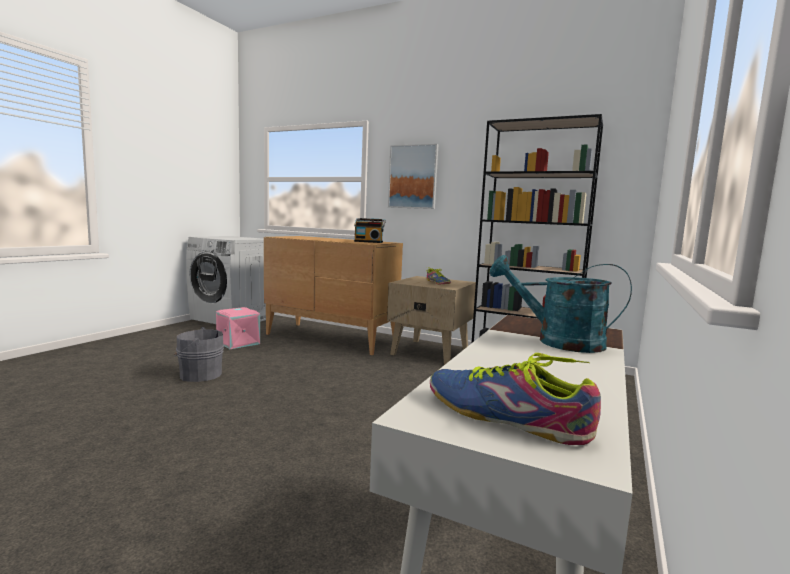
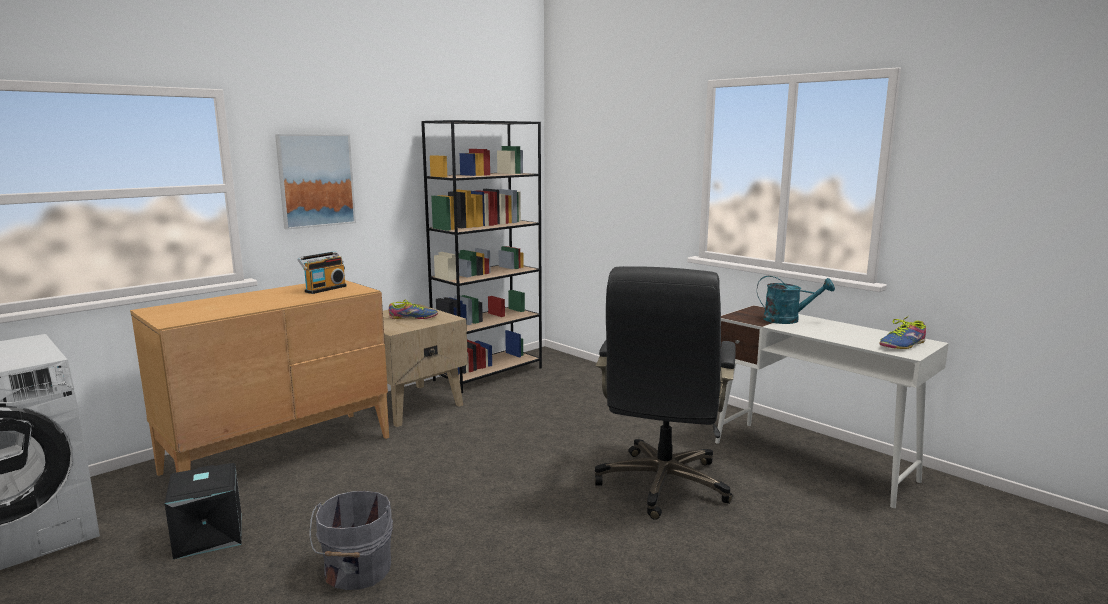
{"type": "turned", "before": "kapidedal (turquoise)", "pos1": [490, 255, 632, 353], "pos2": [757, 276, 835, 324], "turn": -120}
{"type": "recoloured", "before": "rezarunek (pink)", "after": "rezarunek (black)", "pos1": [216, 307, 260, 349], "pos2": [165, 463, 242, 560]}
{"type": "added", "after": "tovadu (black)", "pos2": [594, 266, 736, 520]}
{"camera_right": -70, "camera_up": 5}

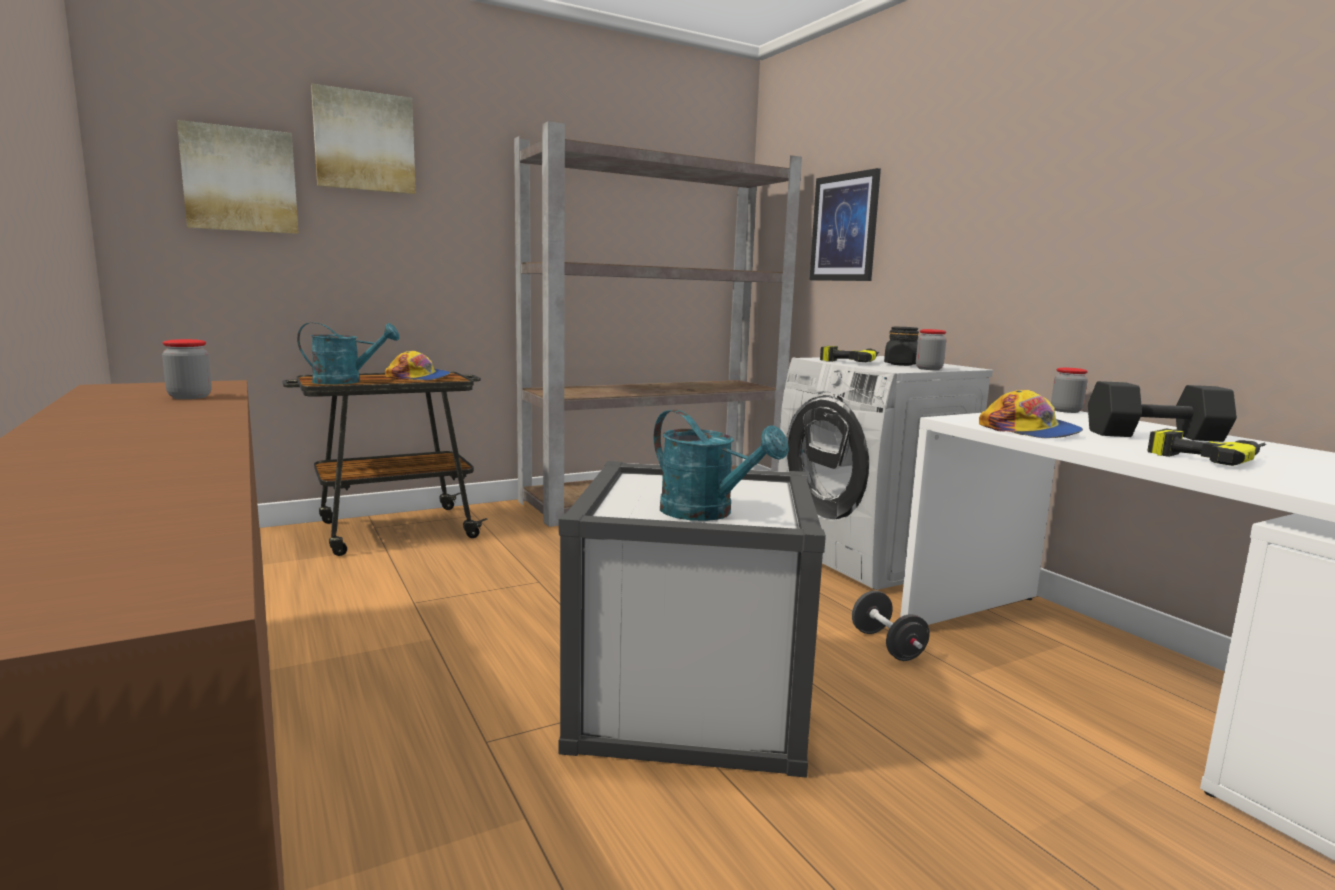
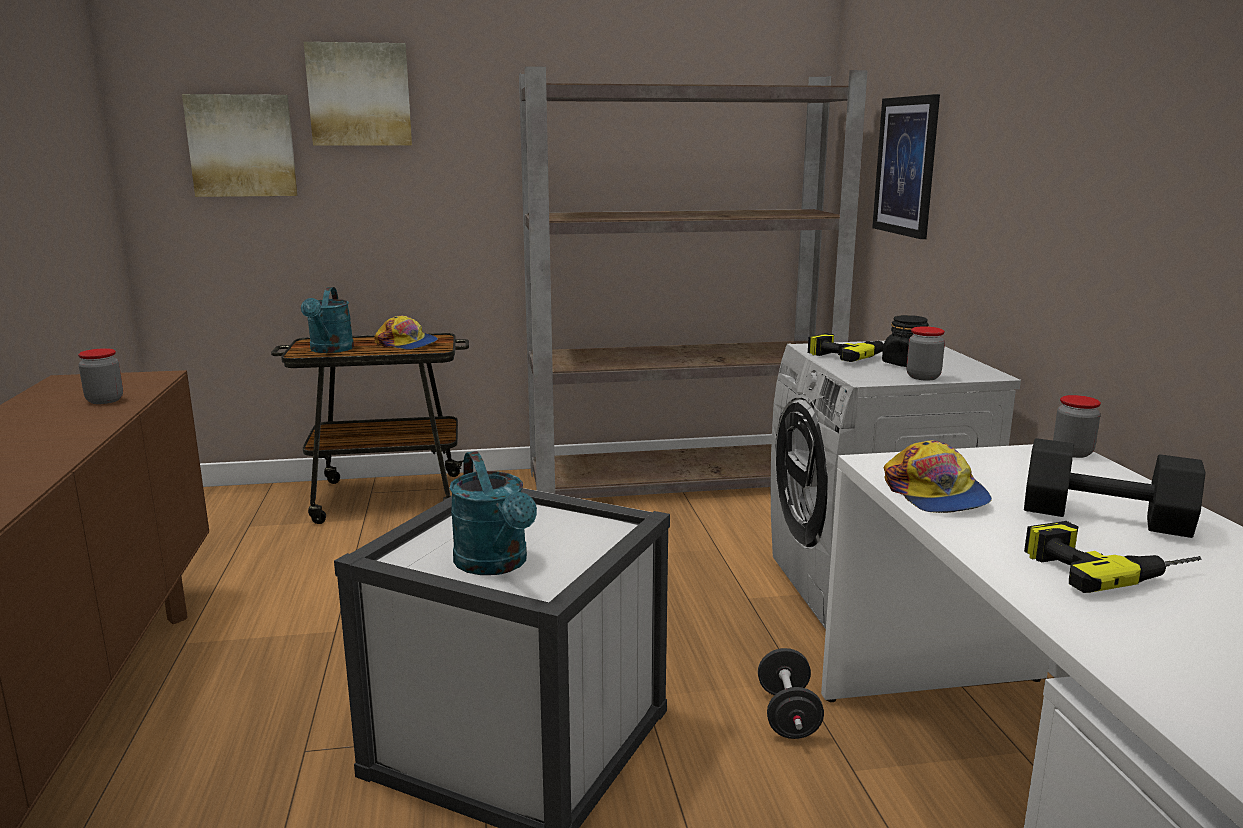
{"type": "turned", "before": "kapidedal (turquoise)", "pos1": [297, 322, 399, 385], "pos2": [301, 287, 354, 353], "turn": 75}
{"camera_right": 20, "camera_up": 5}

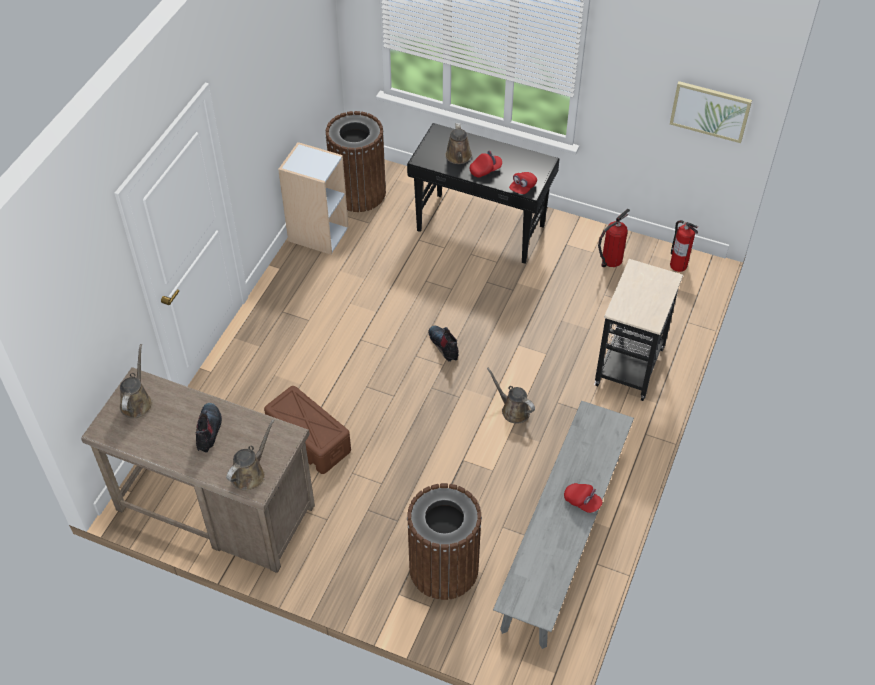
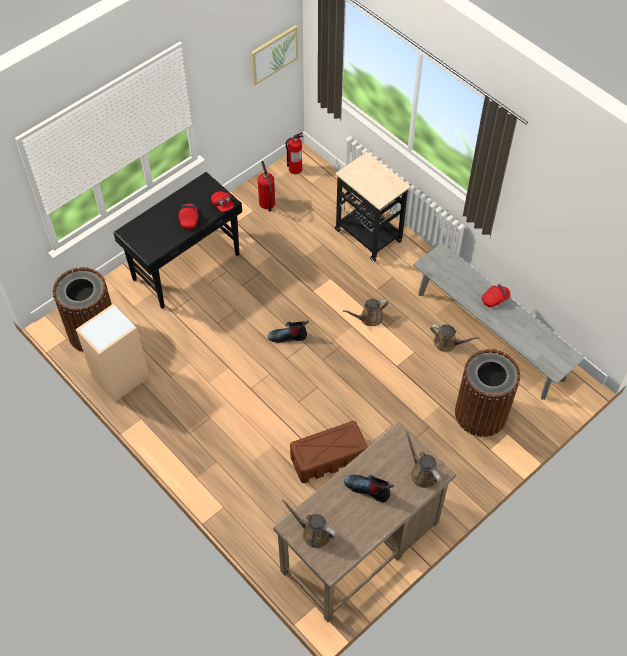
{"type": "moved", "before": "kapidedal (brown)", "pos1": [445, 123, 472, 164], "pos2": [430, 324, 479, 352]}
{"camera_right": -65, "camera_up": 5}

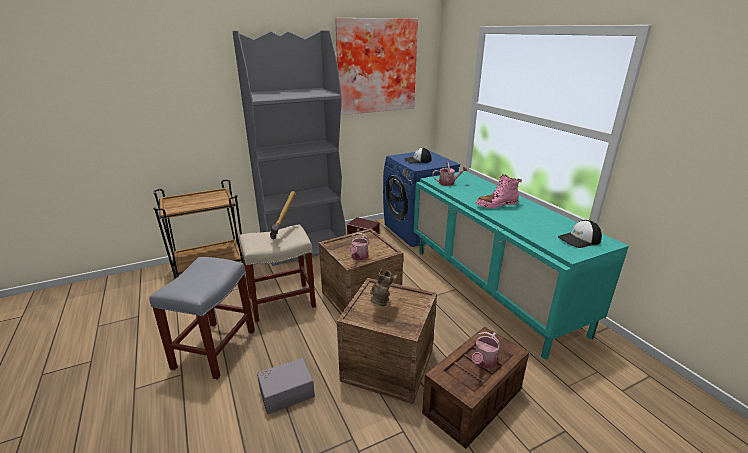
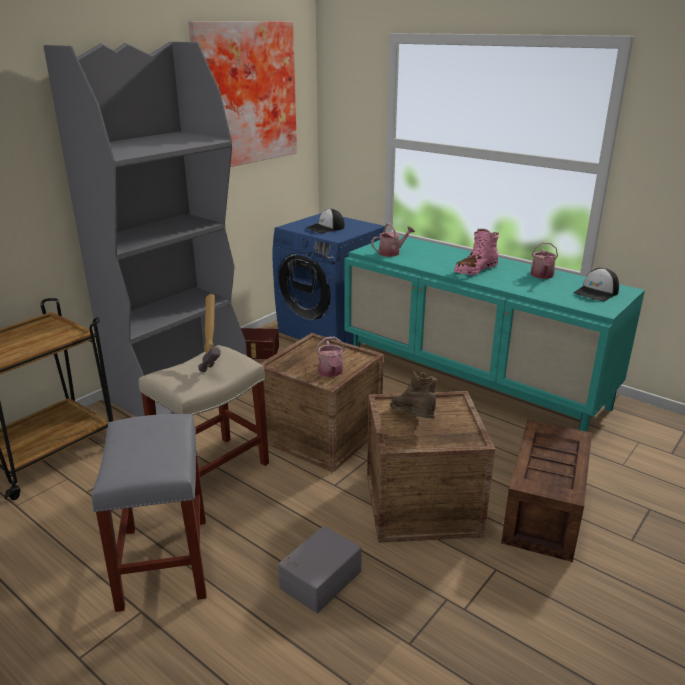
{"type": "moved", "before": "kapidedal", "pos1": [472, 332, 501, 368], "pos2": [530, 242, 558, 279]}
{"camera_right": -25, "camera_up": 0}

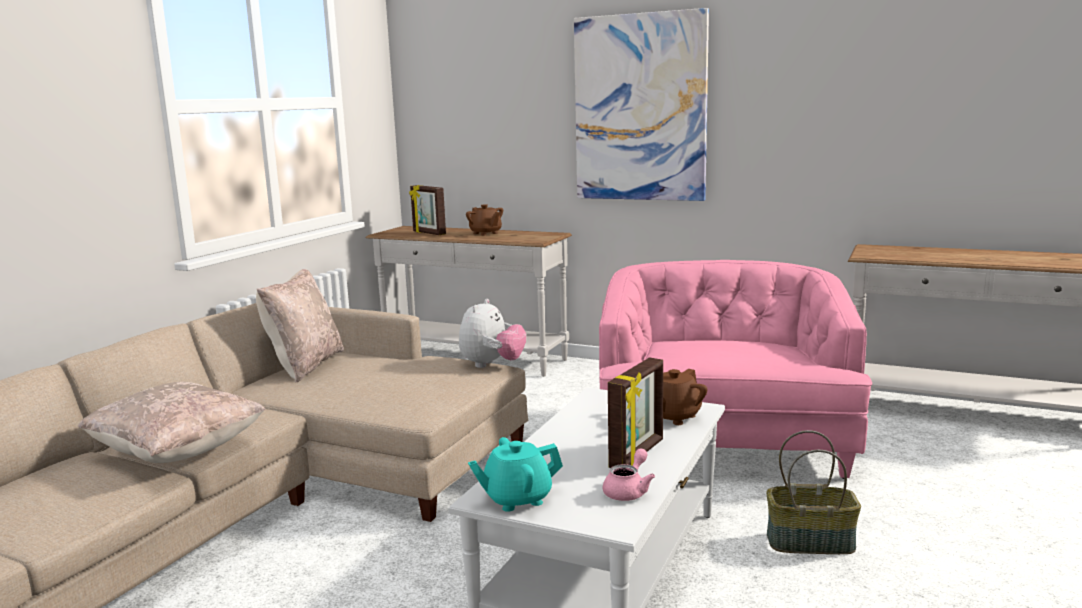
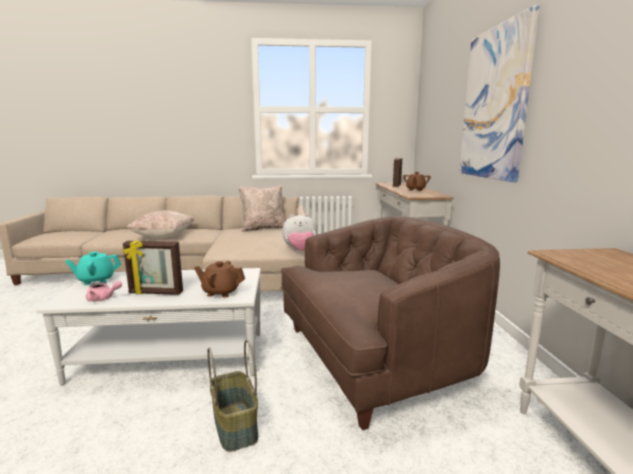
{"type": "recoloured", "before": "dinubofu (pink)", "after": "dinubofu (brown)", "pos1": [599, 260, 872, 479], "pos2": [281, 216, 500, 430]}
{"type": "turned", "before": "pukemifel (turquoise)", "pos1": [468, 437, 563, 512], "pos2": [65, 252, 121, 285], "turn": -60}
{"camera_right": 60, "camera_up": 0}

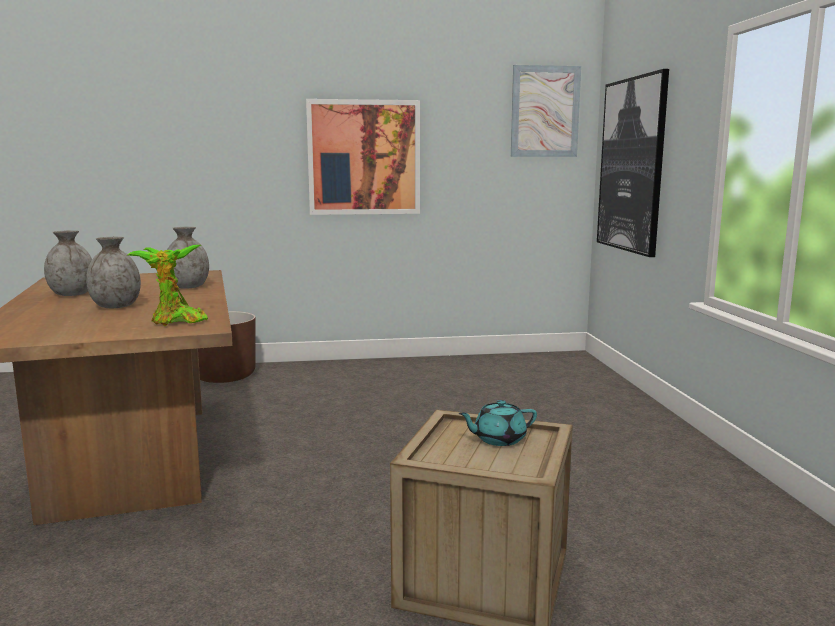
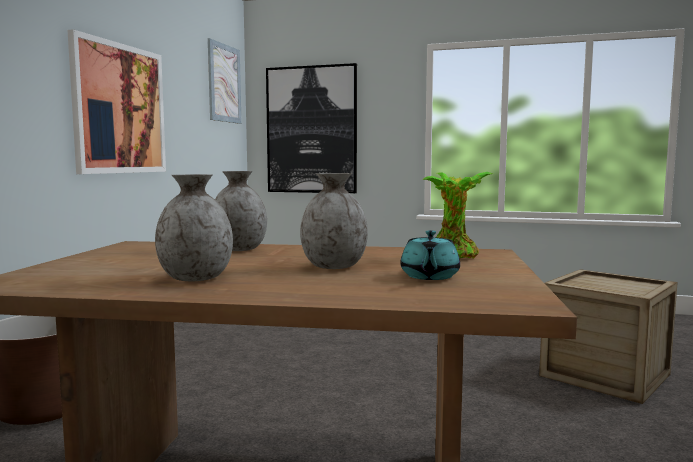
{"type": "moved", "before": "pukemifel (turquoise)", "pos1": [458, 400, 537, 446], "pos2": [400, 230, 460, 280]}
{"camera_right": -65, "camera_up": -5}

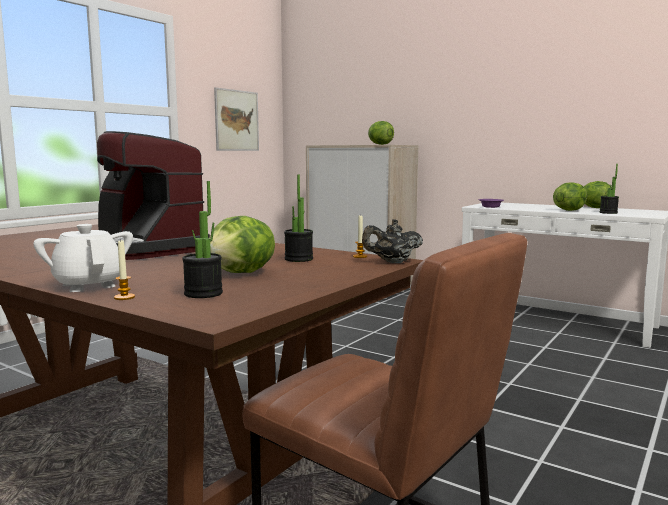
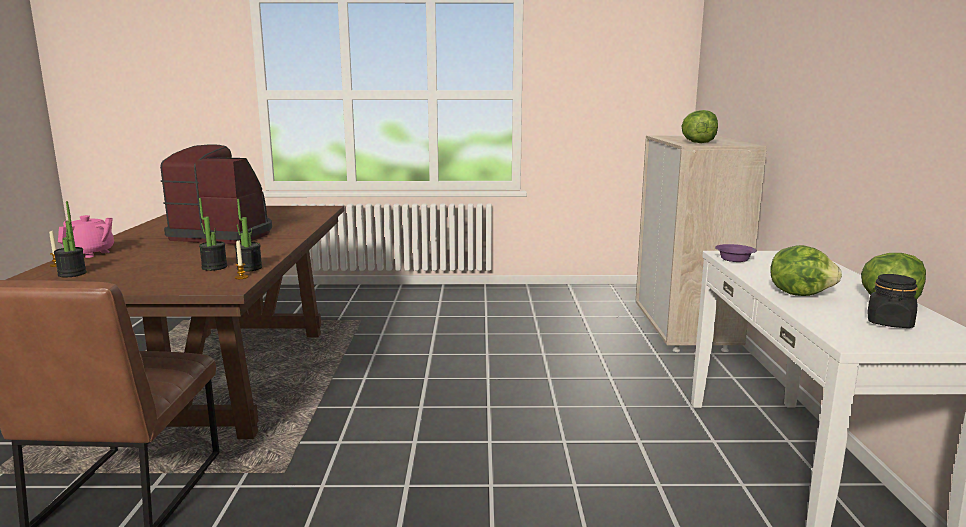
{"type": "removed", "before": "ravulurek", "pos1": [214, 87, 259, 151]}
{"type": "turned", "before": "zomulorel", "pos1": [97, 131, 209, 260], "pos2": [160, 144, 272, 244], "turn": 90}
{"type": "moved", "before": "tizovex", "pos1": [600, 164, 619, 214], "pos2": [235, 199, 262, 272]}
{"type": "removed", "before": "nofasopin", "pos1": [209, 216, 275, 273]}
{"type": "removed", "before": "pukemifel (black)", "pos1": [362, 219, 423, 263]}
{"type": "recoloured", "before": "pukemifel (white)", "after": "pukemifel (pink)", "pos1": [33, 224, 133, 292], "pos2": [58, 215, 114, 258]}
{"type": "added", "after": "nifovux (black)", "pos2": [867, 274, 918, 328]}
{"camera_right": 55, "camera_up": 5}

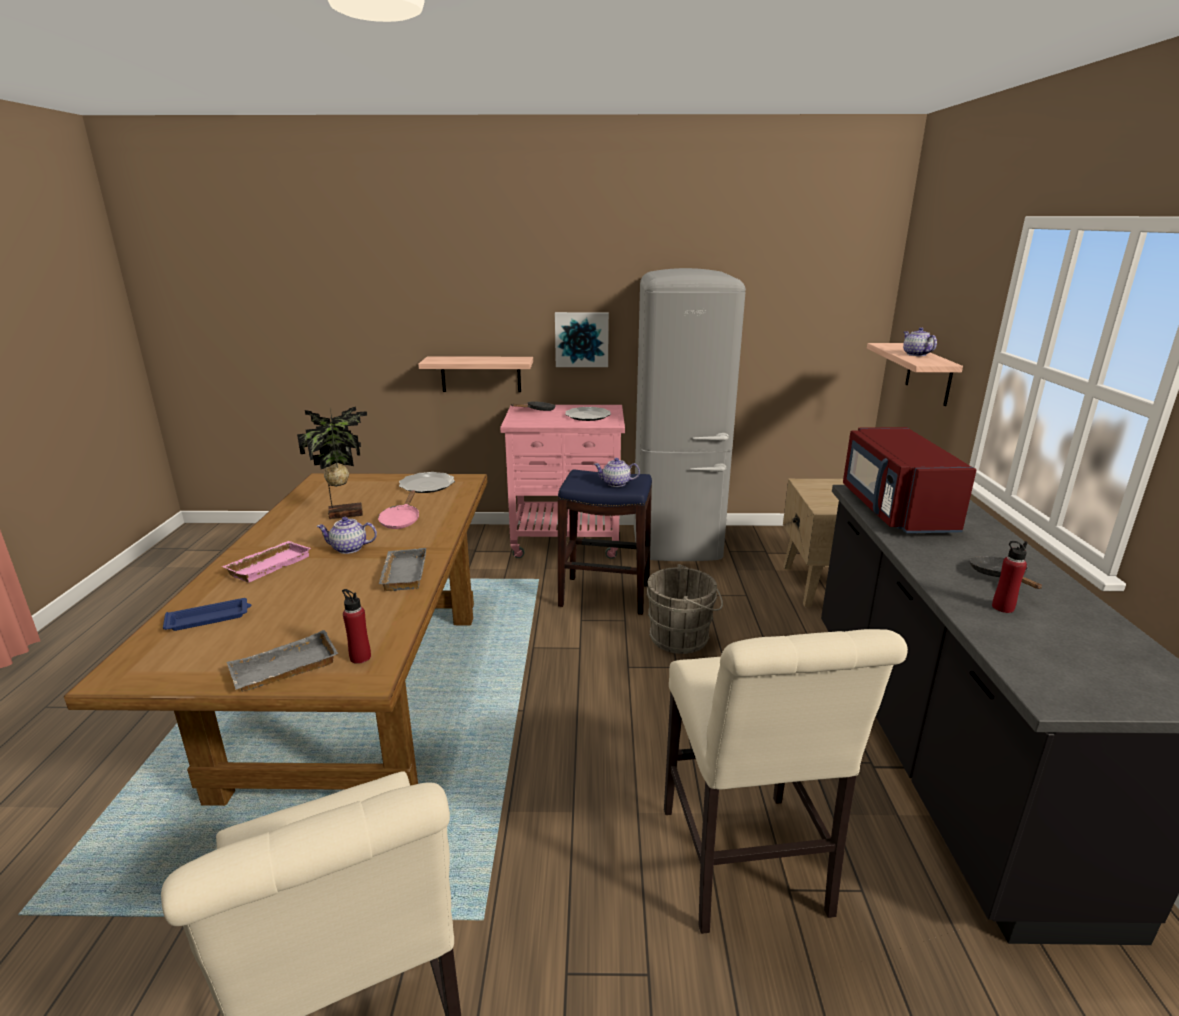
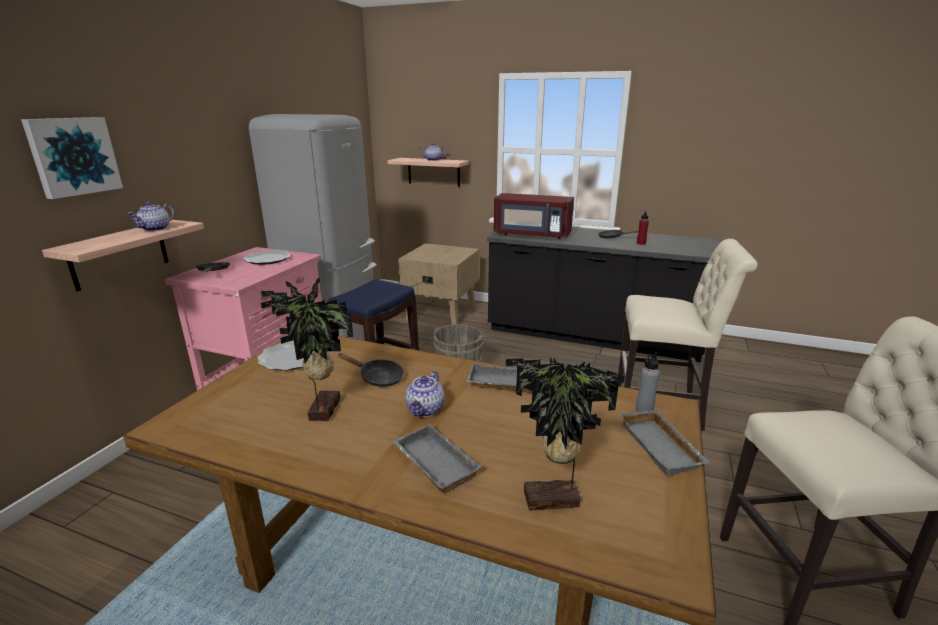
{"type": "moved", "before": "ravulurek", "pos1": [555, 312, 609, 367], "pos2": [21, 117, 123, 199]}
{"type": "moved", "before": "pukemifel", "pos1": [594, 458, 640, 487], "pos2": [127, 202, 175, 231]}
{"type": "recoloured", "before": "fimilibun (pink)", "after": "fimilibun (black)", "pos1": [378, 490, 419, 529], "pos2": [338, 353, 404, 387]}
{"type": "recoloured", "before": "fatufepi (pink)", "after": "fatufepi (grey)", "pos1": [222, 541, 311, 582], "pos2": [392, 424, 482, 493]}
{"type": "recoloured", "before": "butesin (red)", "after": "butesin (grey)", "pos1": [342, 589, 371, 664], "pos2": [636, 352, 660, 412]}
{"type": "replaced", "before": "fatufepi (blue)", "after": "tizovex", "pos1": [163, 598, 251, 631], "pos2": [506, 357, 624, 511]}
{"camera_right": -70, "camera_up": 0}

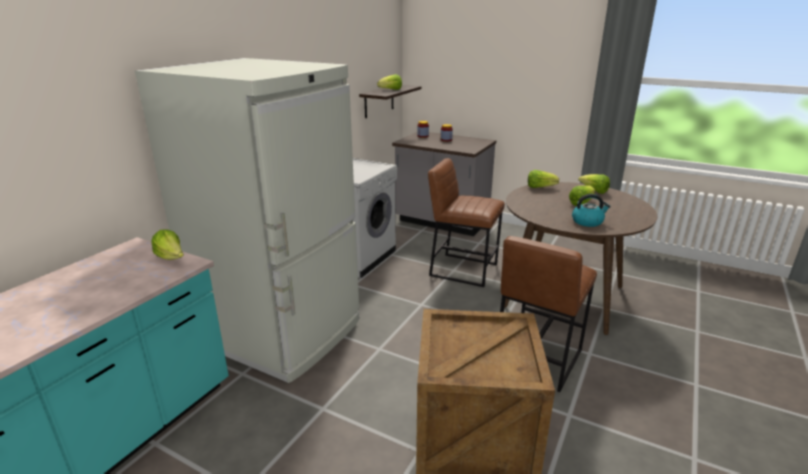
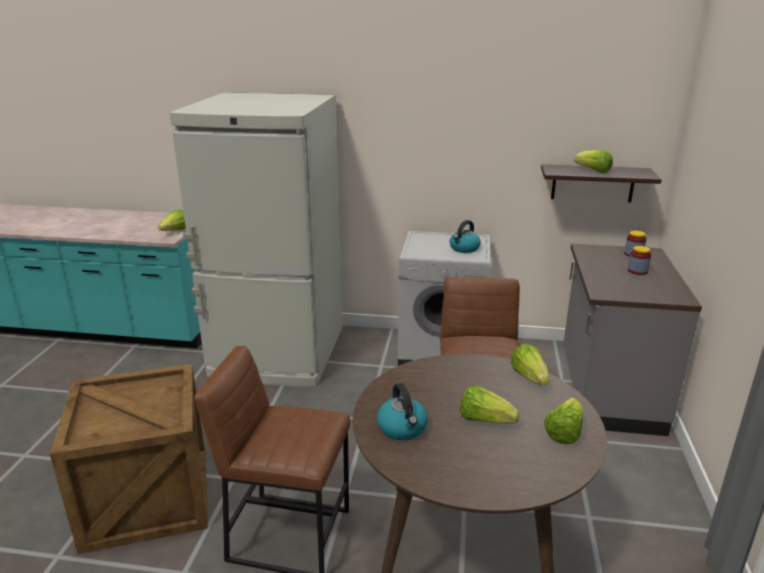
{"type": "added", "after": "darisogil", "pos2": [450, 220, 481, 253]}
{"camera_right": 70, "camera_up": 0}

